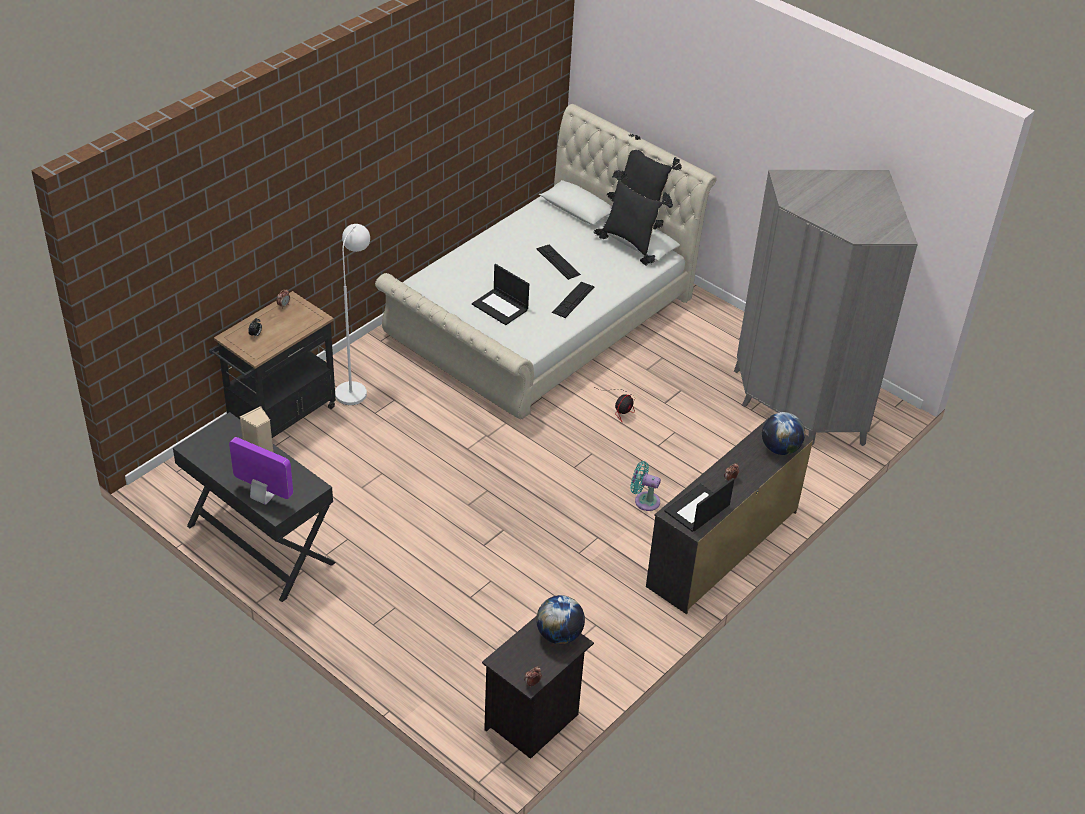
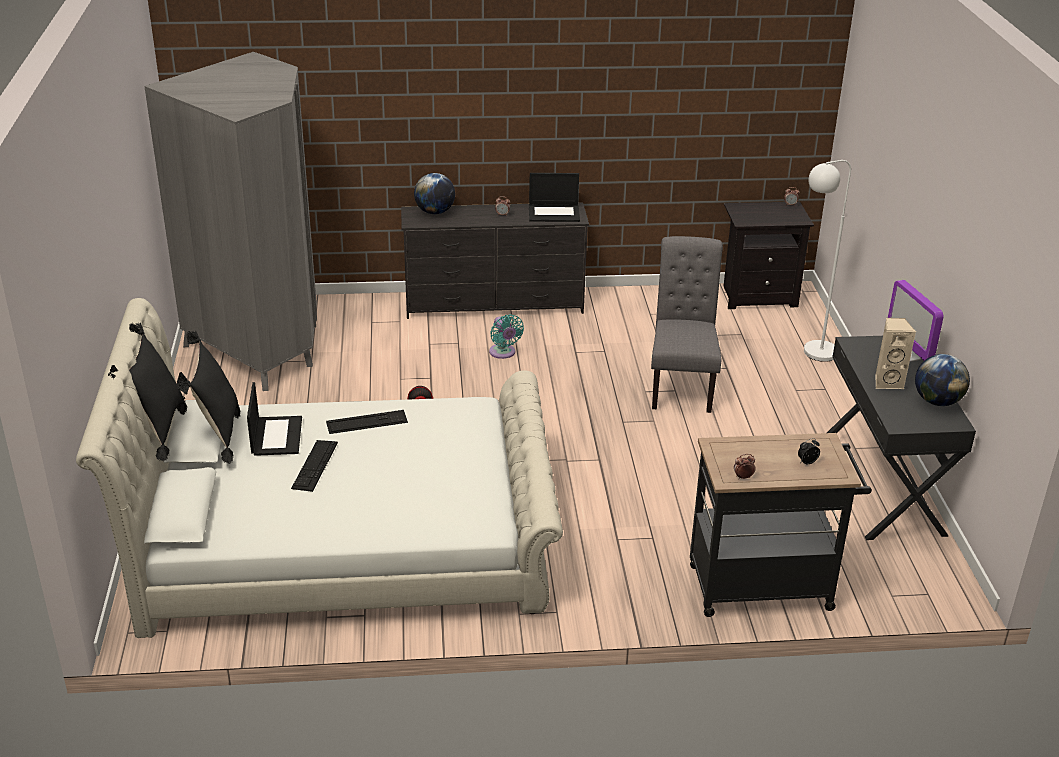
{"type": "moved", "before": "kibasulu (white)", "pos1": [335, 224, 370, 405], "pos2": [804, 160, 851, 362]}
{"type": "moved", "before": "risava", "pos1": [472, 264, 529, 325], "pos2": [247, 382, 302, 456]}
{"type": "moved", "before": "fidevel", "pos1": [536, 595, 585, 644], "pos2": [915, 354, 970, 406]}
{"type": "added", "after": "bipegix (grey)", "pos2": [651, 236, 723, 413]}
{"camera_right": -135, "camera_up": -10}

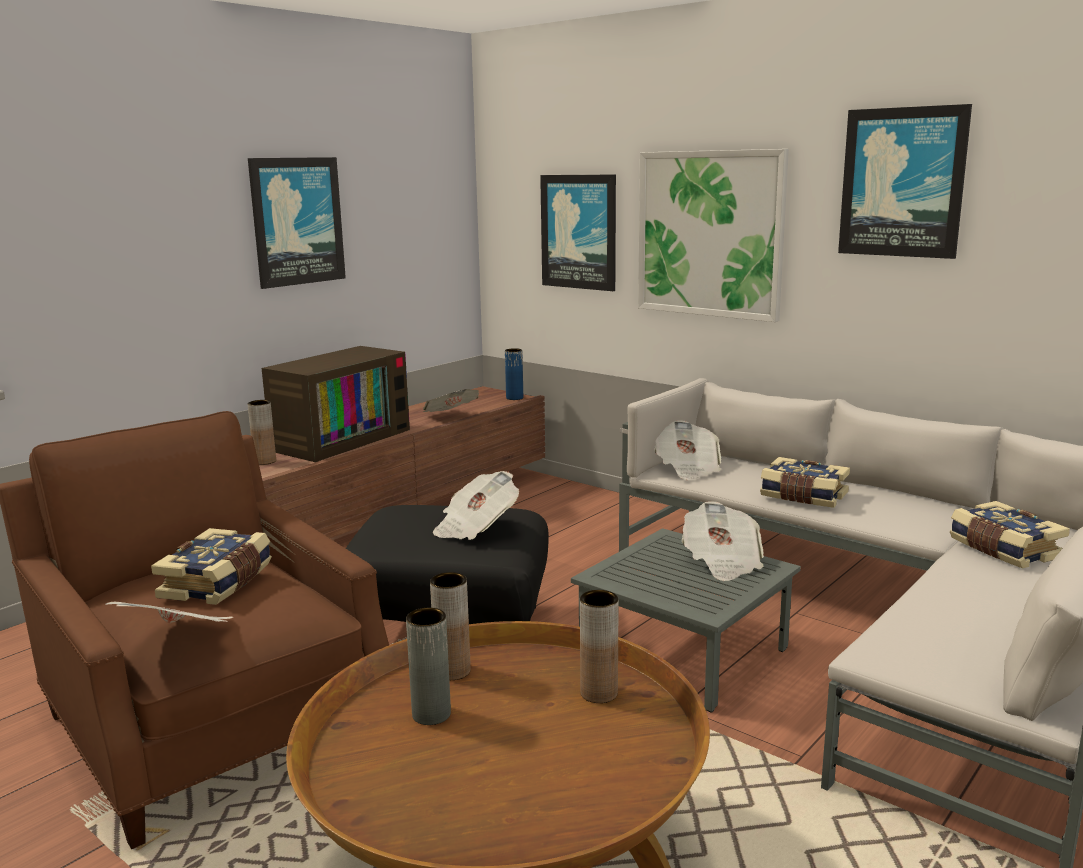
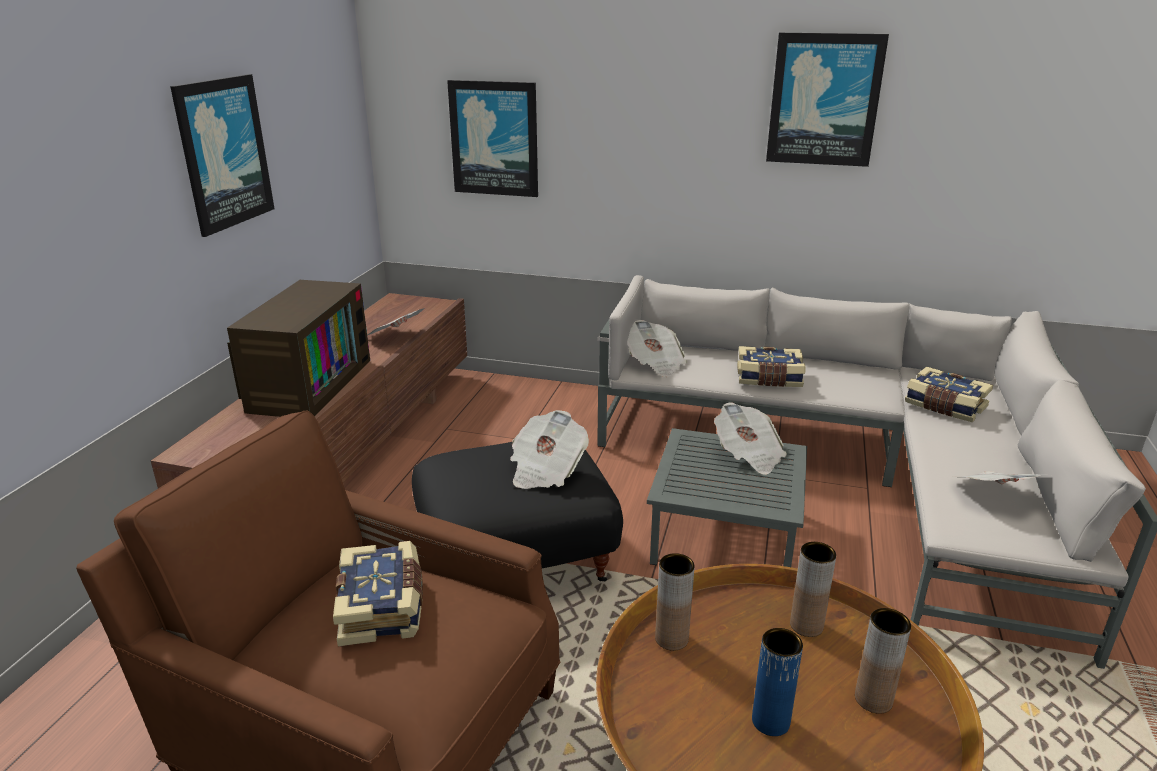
{"type": "removed", "before": "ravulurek", "pos1": [638, 149, 789, 322]}
{"type": "moved", "before": "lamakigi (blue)", "pos1": [505, 348, 523, 400], "pos2": [752, 628, 803, 736]}
{"type": "moved", "before": "lamakigi (brown)", "pos1": [248, 400, 276, 465], "pos2": [855, 608, 911, 714]}
{"type": "moved", "before": "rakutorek", "pos1": [106, 602, 233, 623], "pos2": [959, 471, 1041, 484]}
{"type": "removed", "before": "lamakigi (grey)", "pos1": [406, 608, 451, 725]}
{"camera_right": -25, "camera_up": 10}

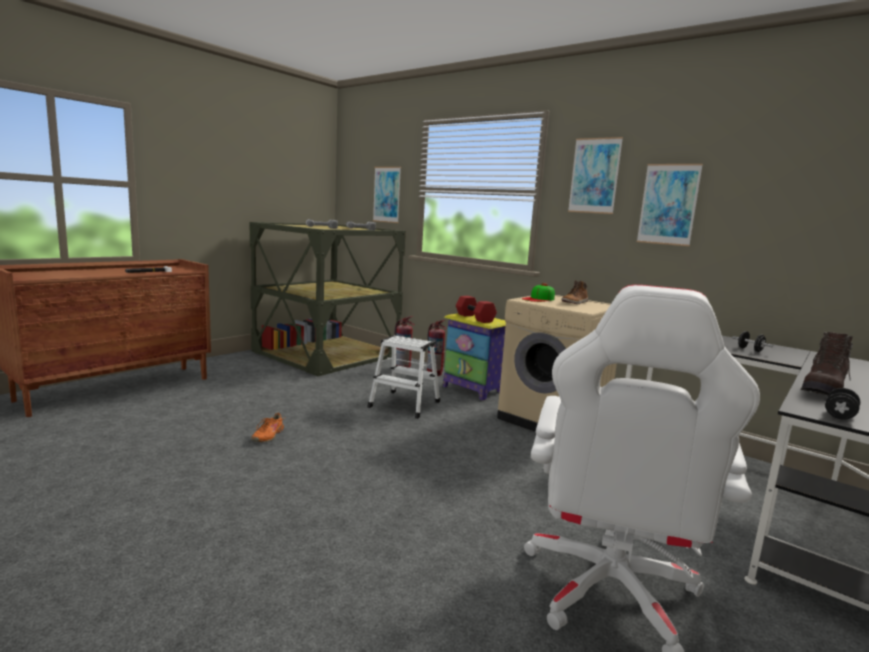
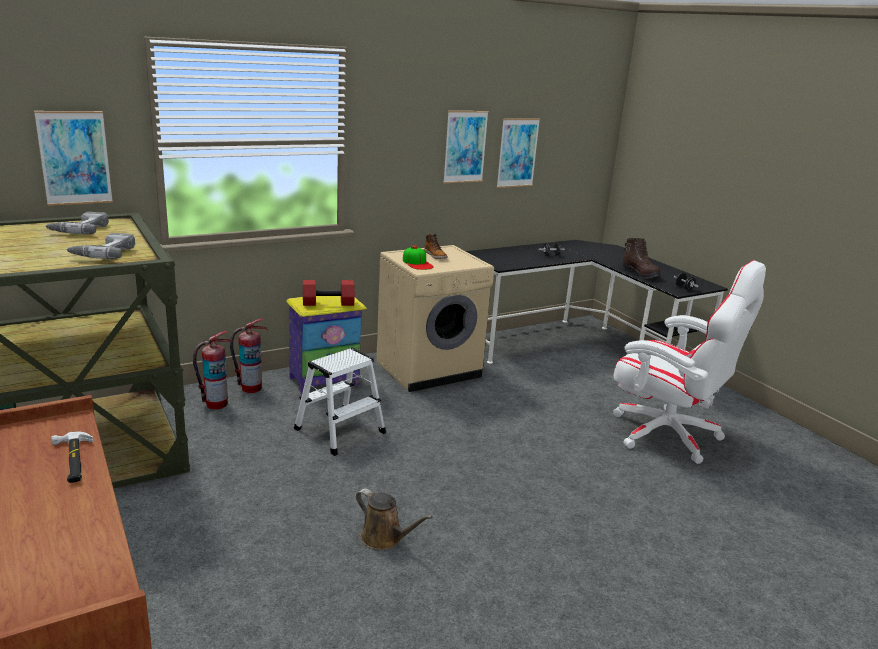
{"type": "moved", "before": "ravulurek", "pos1": [568, 137, 623, 214], "pos2": [496, 119, 540, 188]}
{"type": "replaced", "before": "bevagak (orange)", "after": "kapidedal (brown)", "pos1": [251, 412, 284, 442], "pos2": [356, 488, 433, 550]}
{"camera_right": -70, "camera_up": 10}

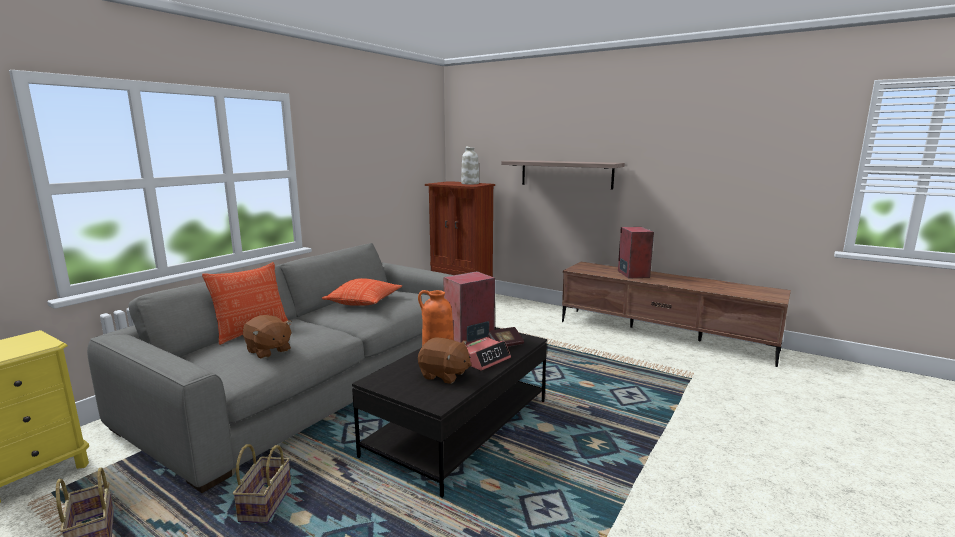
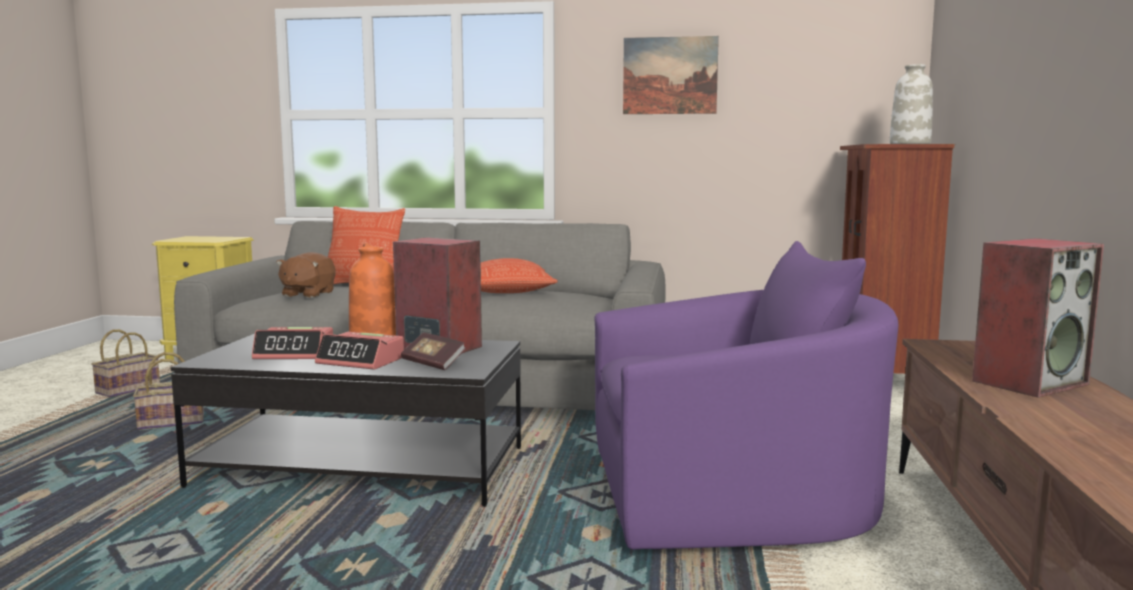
{"type": "removed", "before": "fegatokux", "pos1": [501, 160, 625, 189]}
{"type": "replaced", "before": "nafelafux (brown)", "after": "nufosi", "pos1": [418, 338, 472, 384], "pos2": [252, 327, 333, 359]}
{"type": "added", "after": "ravulurek", "pos2": [623, 36, 719, 114]}
{"type": "added", "after": "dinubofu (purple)", "pos2": [595, 241, 898, 550]}
{"camera_right": 65, "camera_up": -5}

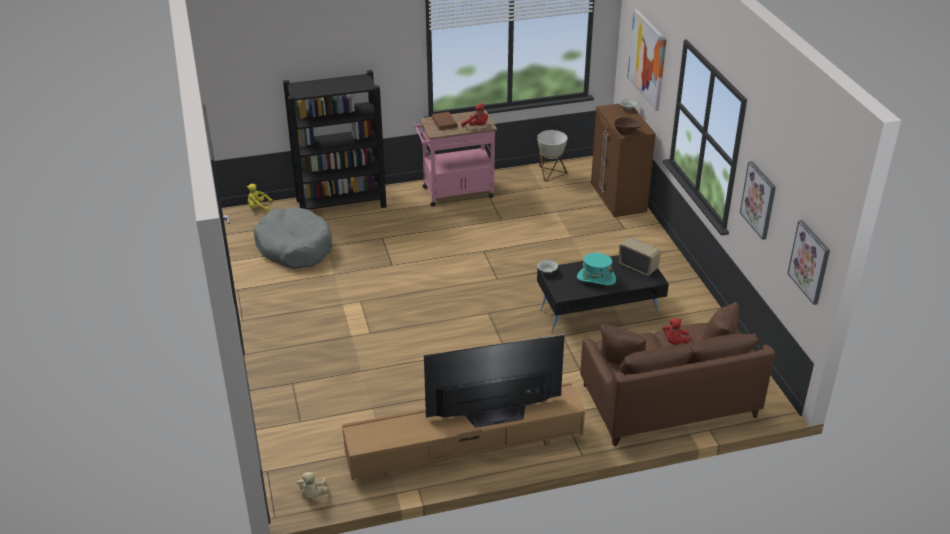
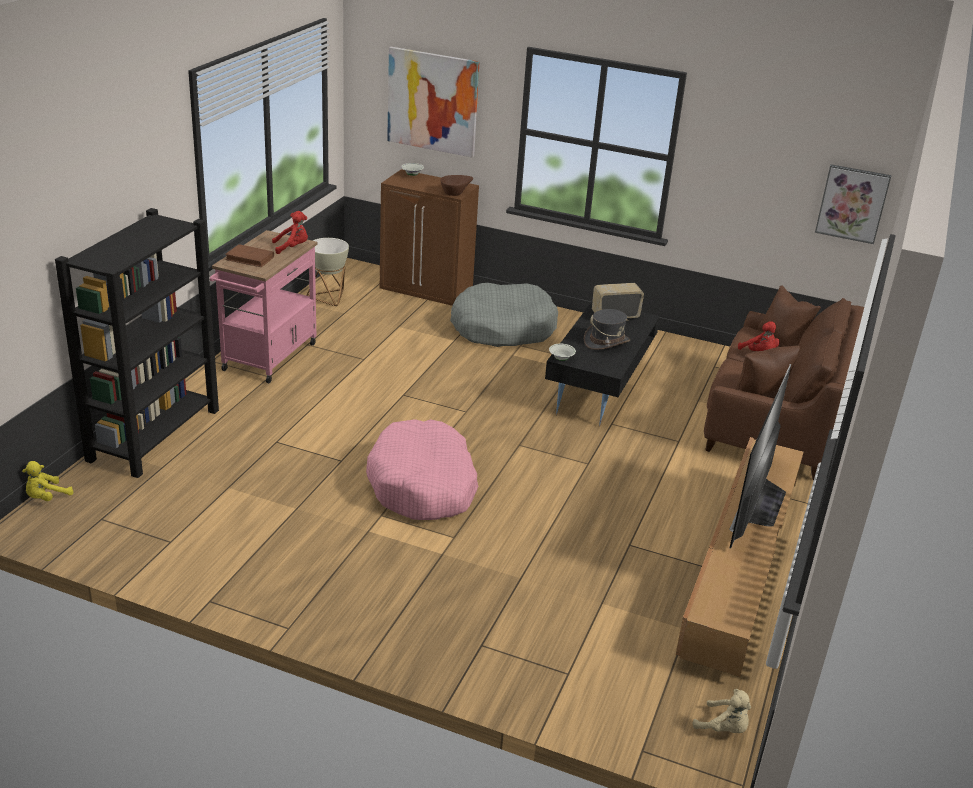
{"type": "removed", "before": "ravulurek", "pos1": [740, 161, 776, 240]}
{"type": "moved", "before": "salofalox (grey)", "pos1": [254, 207, 332, 269], "pos2": [450, 283, 558, 347]}
{"type": "recoloured", "before": "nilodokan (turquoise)", "after": "nilodokan (grey)", "pos1": [577, 253, 616, 285], "pos2": [584, 309, 630, 350]}
{"type": "added", "after": "salofalox (pink)", "pos2": [366, 419, 479, 520]}
{"camera_right": -55, "camera_up": -5}

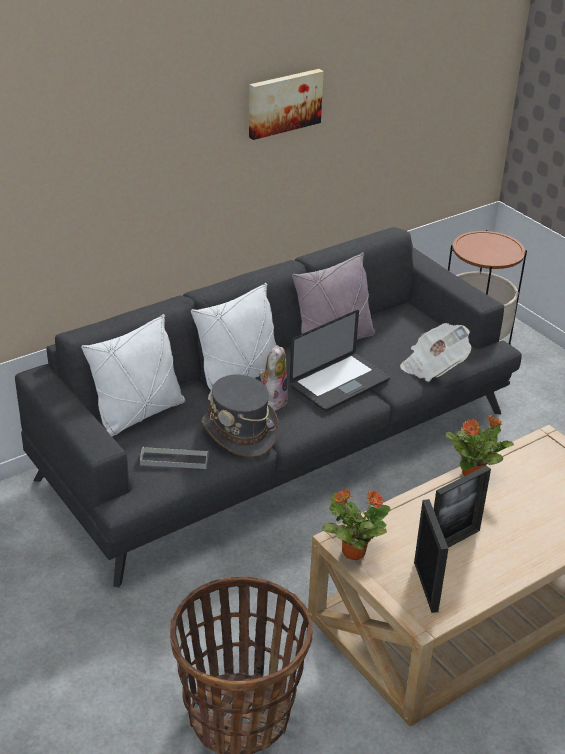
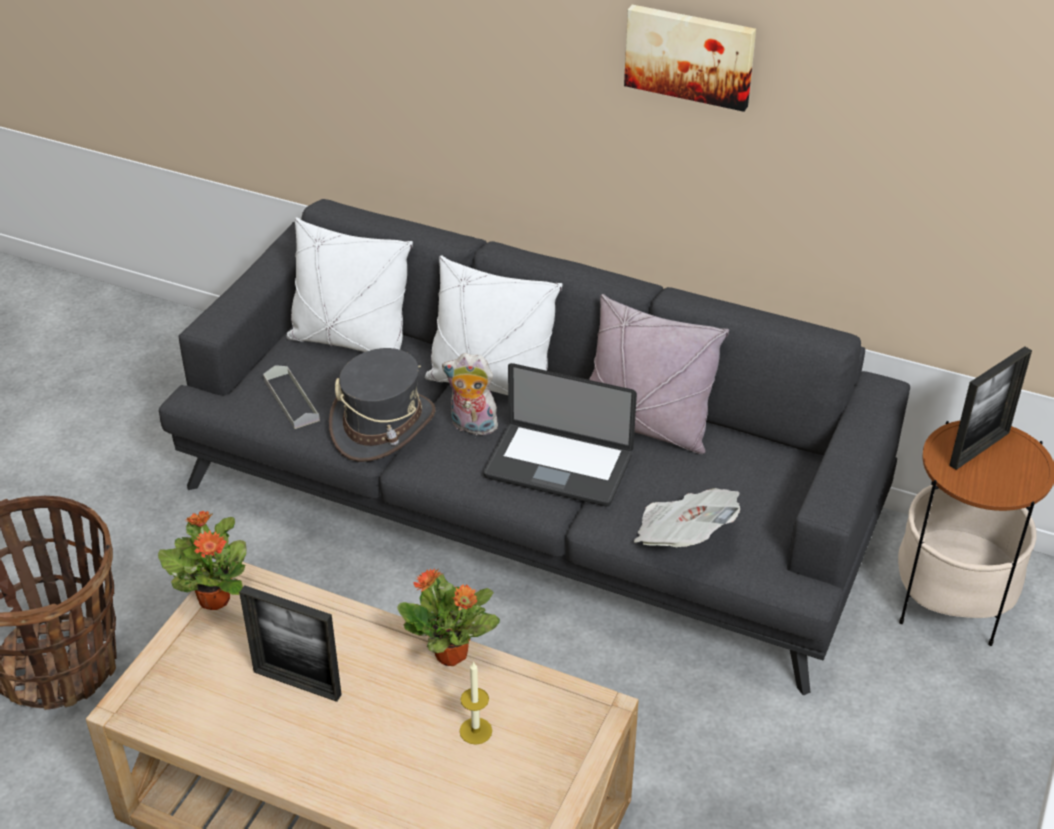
{"type": "turned", "before": "nafelafux", "pos1": [259, 345, 288, 411], "pos2": [442, 353, 503, 435], "turn": -150}
{"type": "moved", "before": "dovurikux", "pos1": [414, 499, 449, 613], "pos2": [949, 346, 1032, 470]}
{"type": "added", "after": "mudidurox", "pos2": [459, 661, 492, 745]}
{"camera_right": 60, "camera_up": 5}

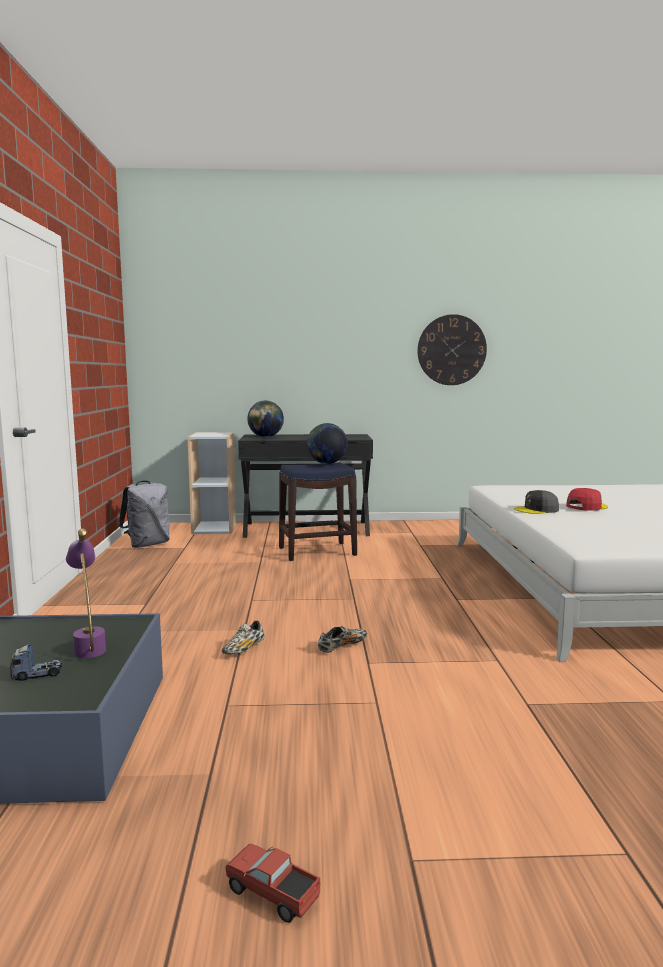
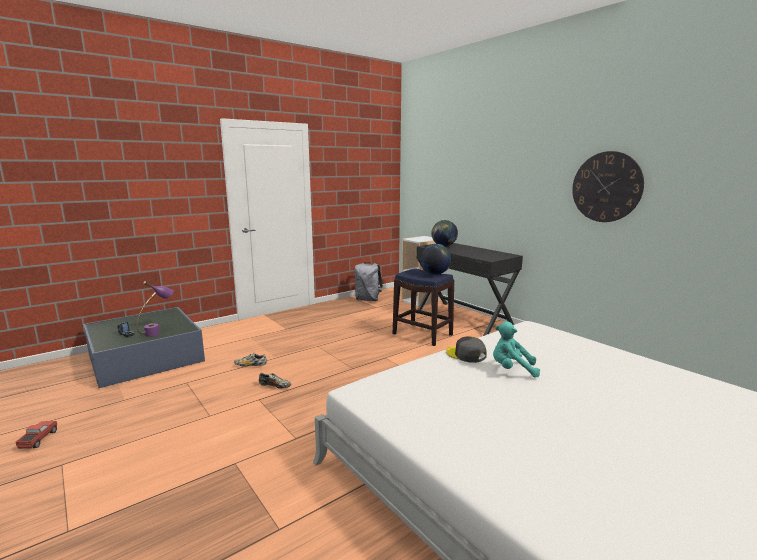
{"type": "replaced", "before": "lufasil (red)", "after": "nafelafux (turquoise)", "pos1": [566, 488, 608, 511], "pos2": [493, 321, 540, 378]}
{"camera_right": 55, "camera_up": 5}

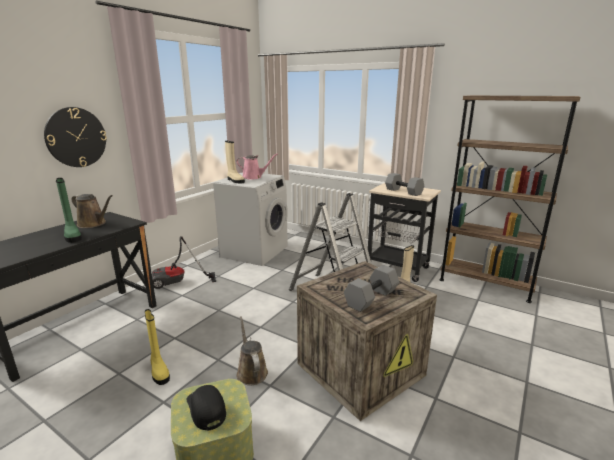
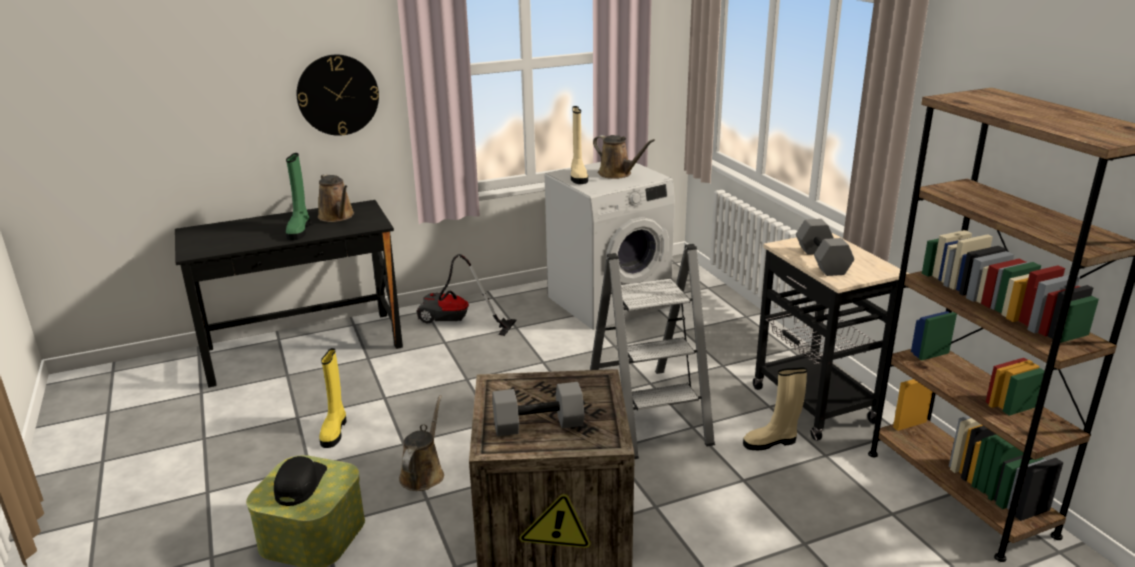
{"type": "recoloured", "before": "kapidedal (pink)", "after": "kapidedal (brown)", "pos1": [236, 153, 278, 180], "pos2": [593, 135, 655, 179]}
{"camera_right": 35, "camera_up": 5}

